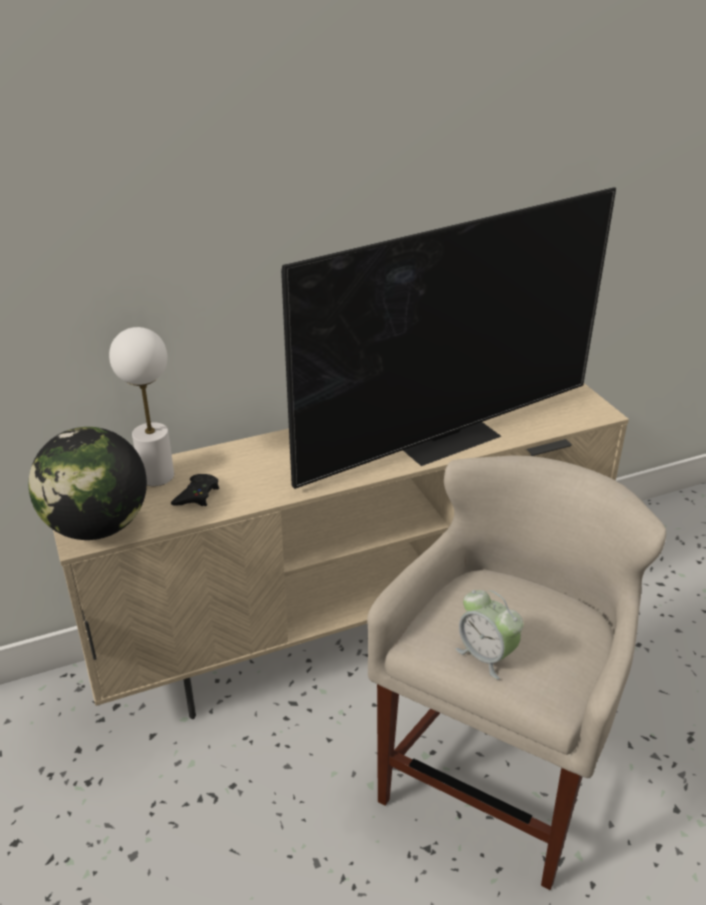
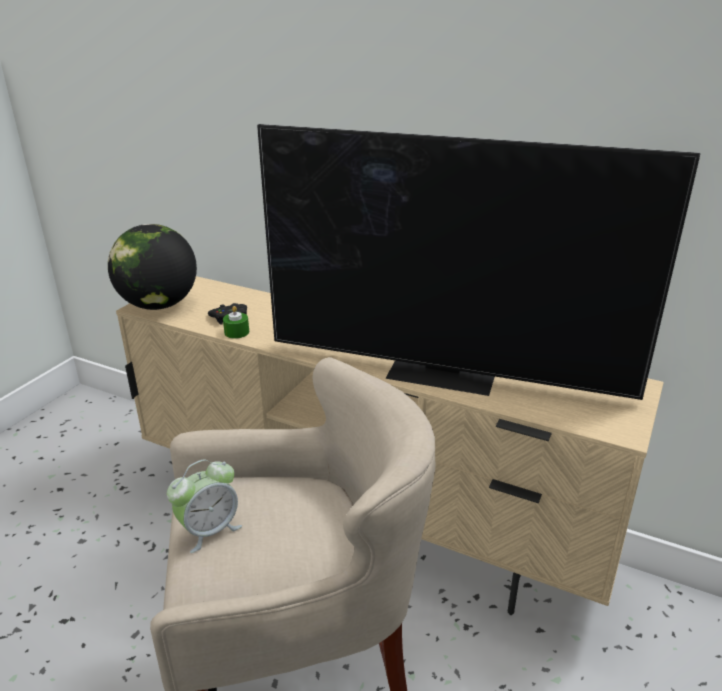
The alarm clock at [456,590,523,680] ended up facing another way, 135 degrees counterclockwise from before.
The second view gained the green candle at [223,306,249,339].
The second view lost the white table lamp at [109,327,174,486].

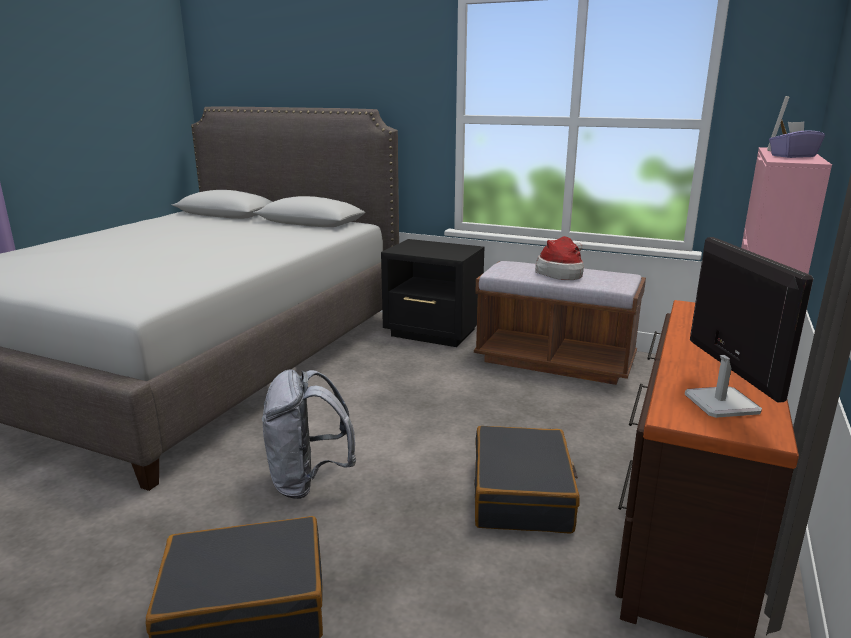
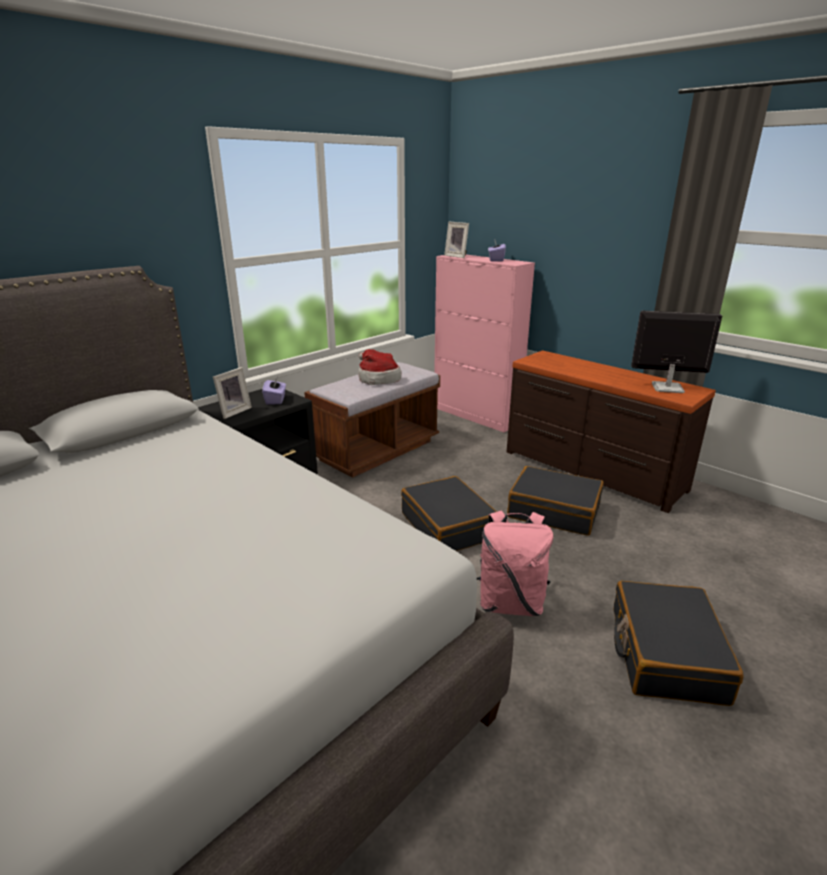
The second view gained the picture frame at [213,367,252,419].
The second view gained the purple tissue box at [262,377,286,405].
The second view gained the black suitcase at [401,476,497,551].
What was the grey backpack at [262,369,356,499] turned into the pink backpack at [477,511,553,616].

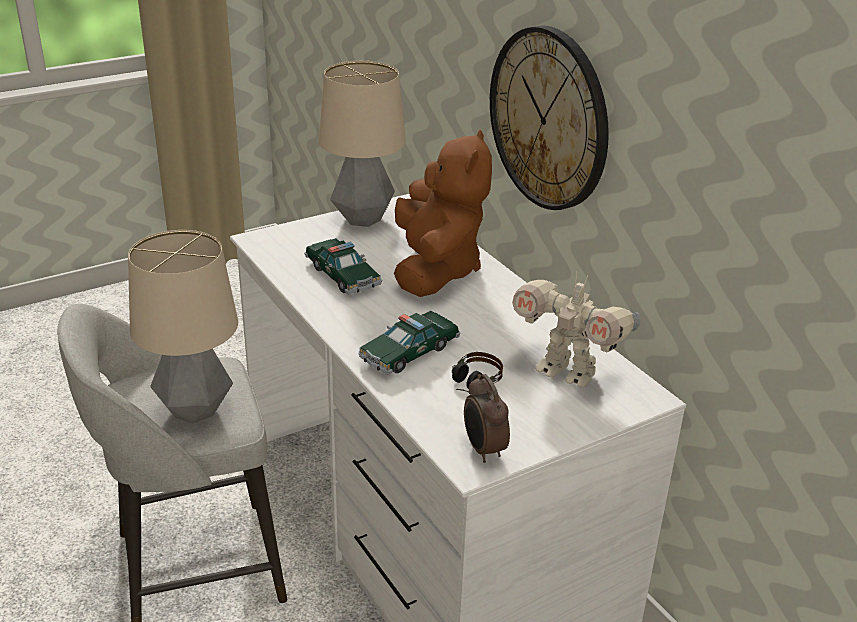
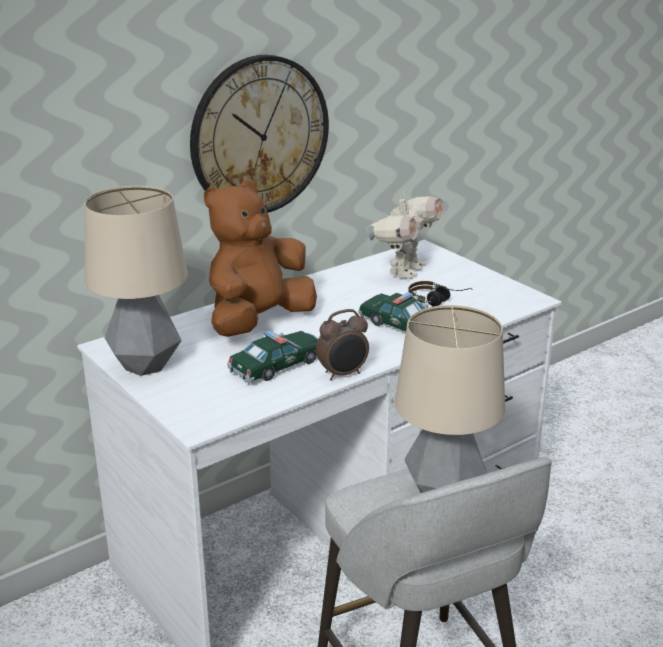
The brown plush toy at [394,129,492,297] ended up facing another way, 45 degrees counterclockwise from before.
The alarm clock ended up elsewhere, having gone from [464,374,510,463] to [316,309,369,380].

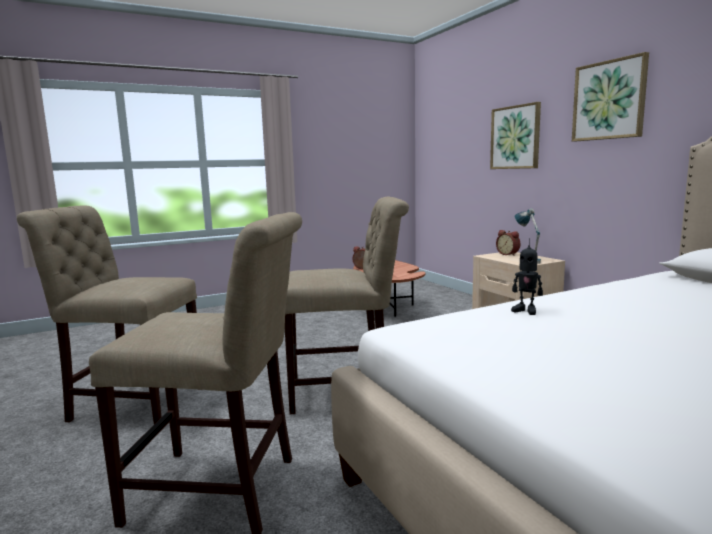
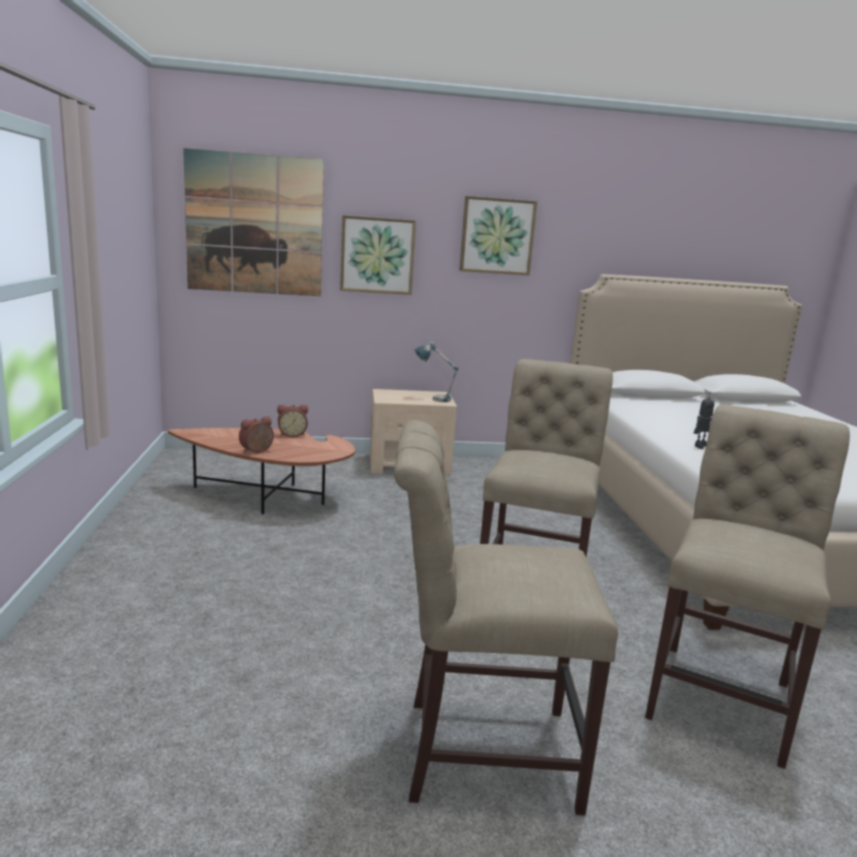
The second view gained the picture at [183,148,324,296].
The alarm clock ended up elsewhere, having gone from [496,230,521,256] to [277,405,308,437].
The beige chair at [17,205,199,424] ended up facing another way, 60 degrees clockwise from before.

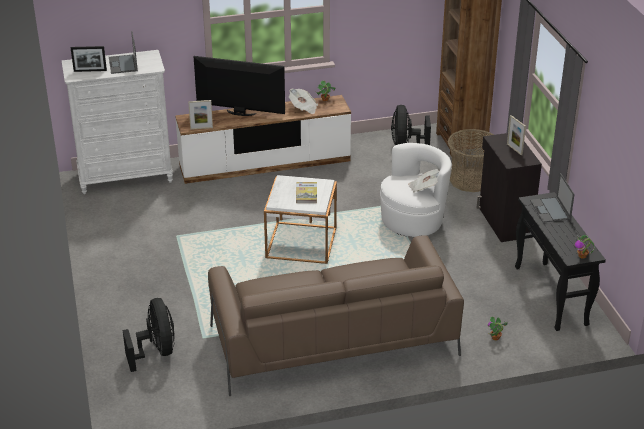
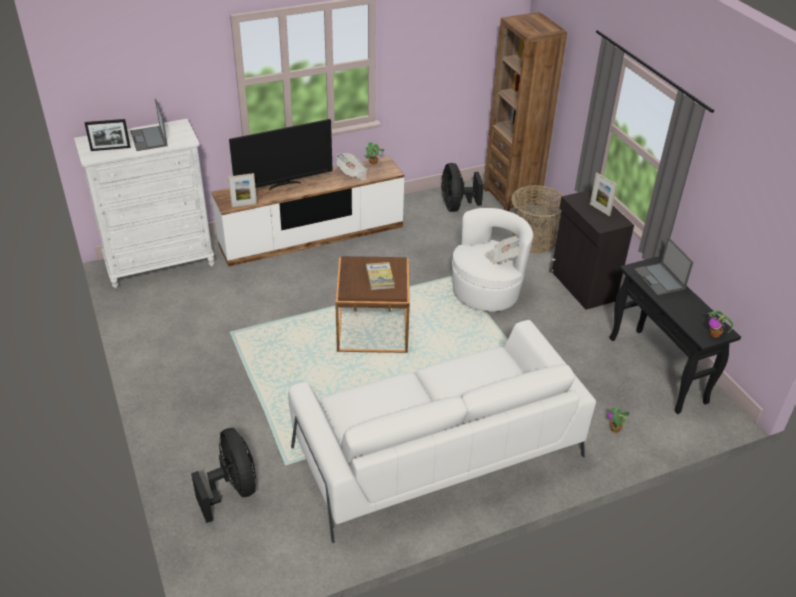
The television at [194,56,285,116] ended up facing another way, 150 degrees clockwise from before.
What was the brown sofa at [208,235,464,396] turned into the white sofa at [288,320,596,543].
What was the white side table at [264,175,337,264] turned into the brown side table at [335,256,410,353].

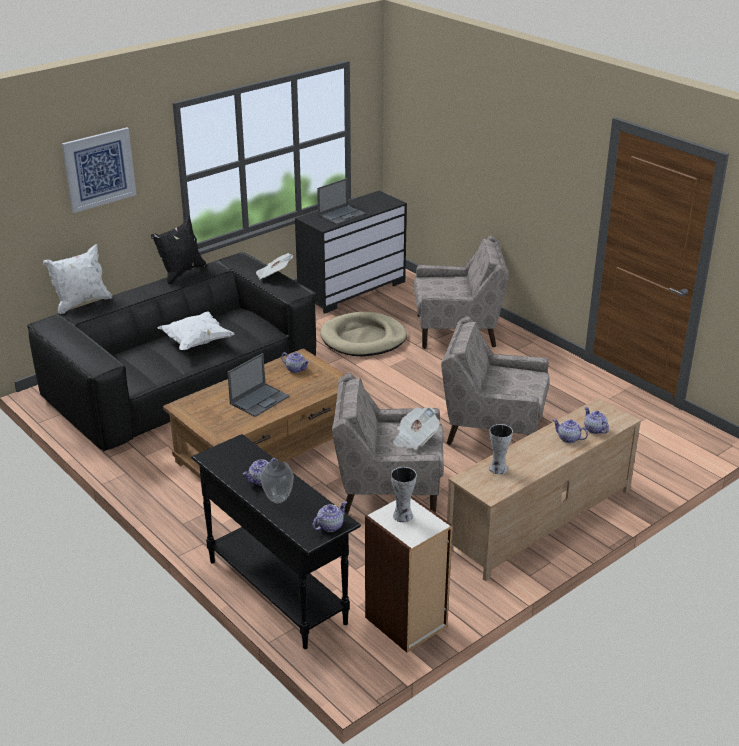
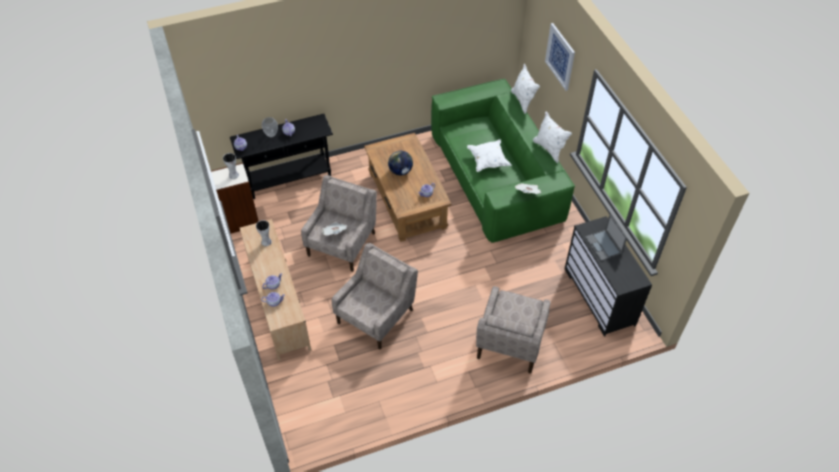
Where the laptop stood at [227,353,290,417], the globe came to stand at [388,151,413,176].
What was the black sofa at [27,252,316,452] turned into the green sofa at [431,79,575,243].
What was the black pillow at [151,216,207,285] turned into the white pillow at [533,111,572,163].
The second view lost the beige dog bed at [320,312,407,356].

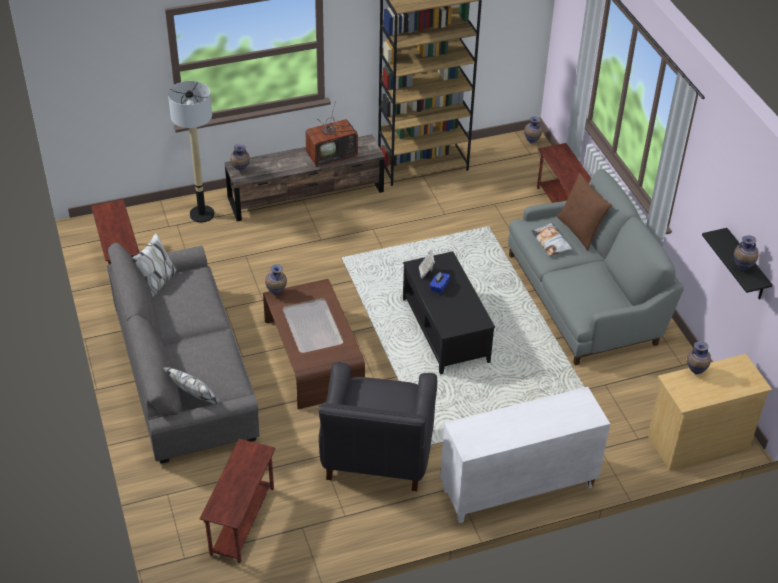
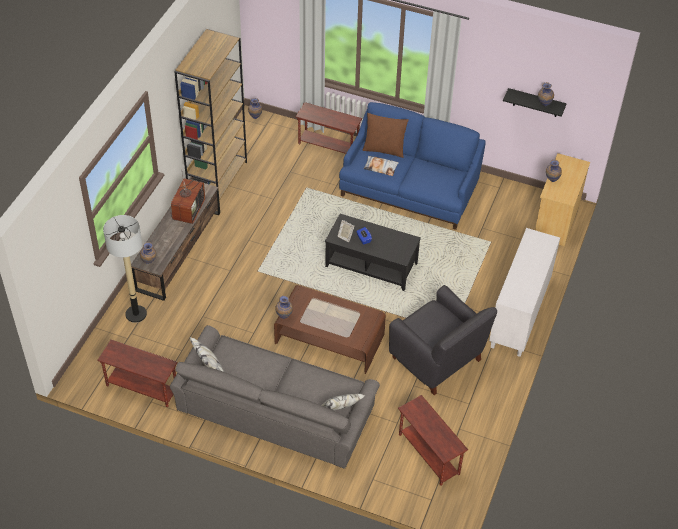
What was the grey sofa at [508,169,684,365] turned into the blue sofa at [339,102,486,230].

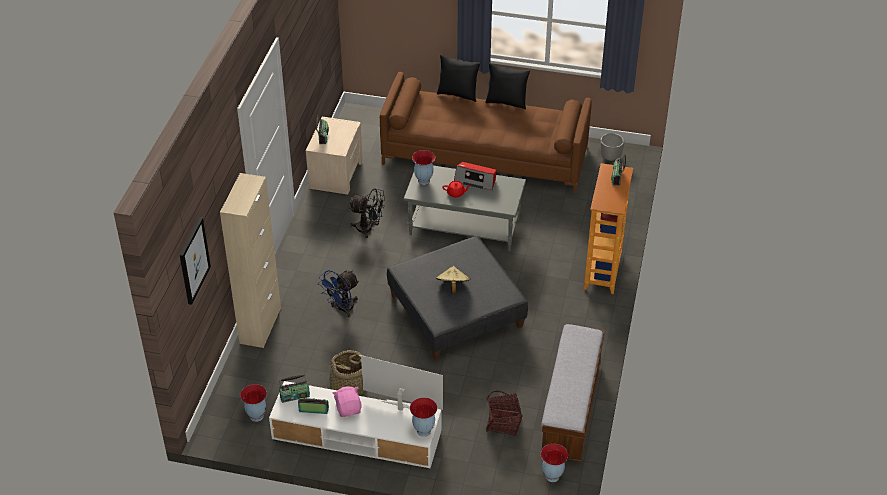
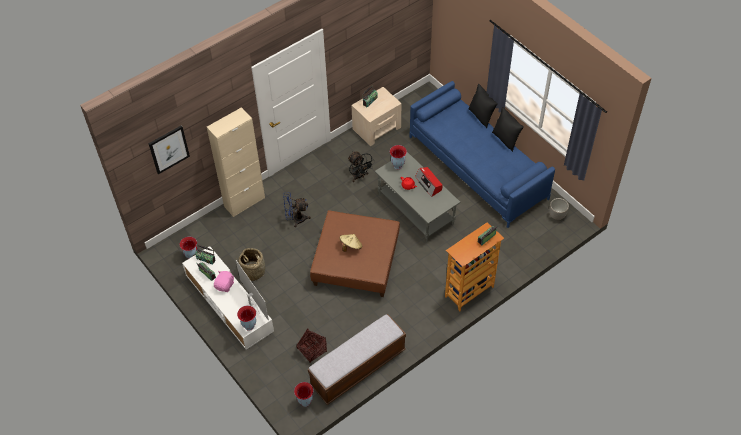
What was the grey ottoman at [387,236,528,360] turned into the brown ottoman at [310,210,400,297].
What was the brown sofa at [380,72,592,194] turned into the blue sofa at [410,81,555,228].

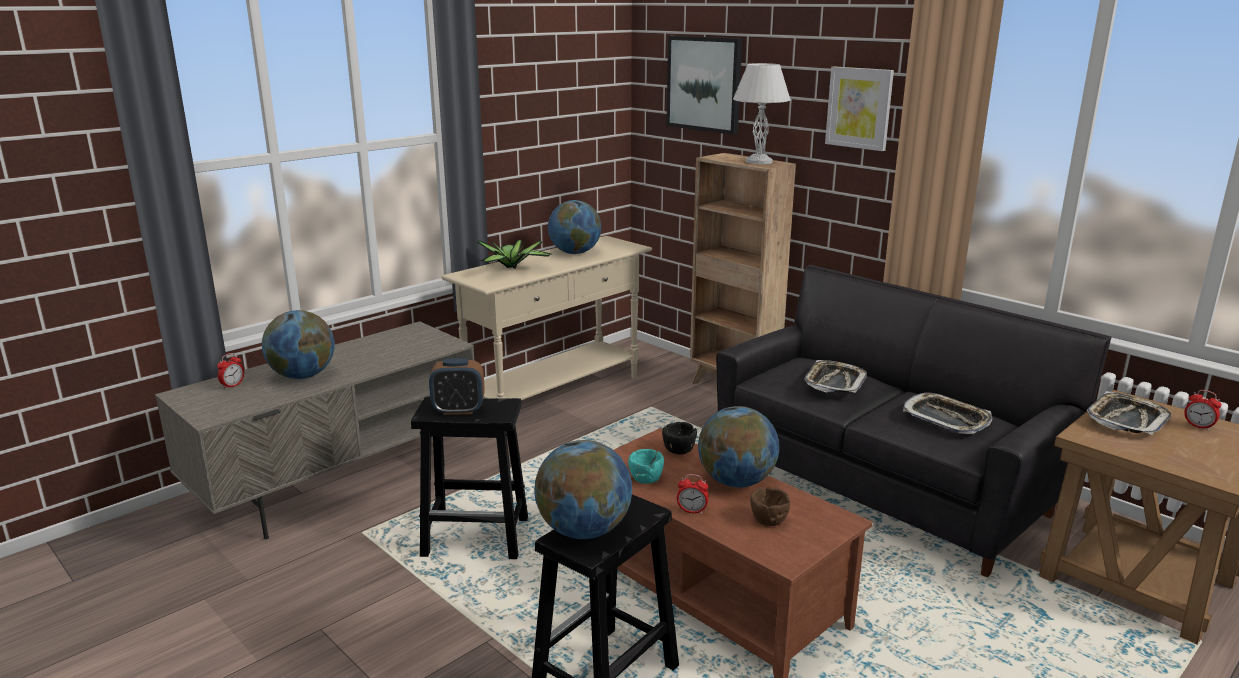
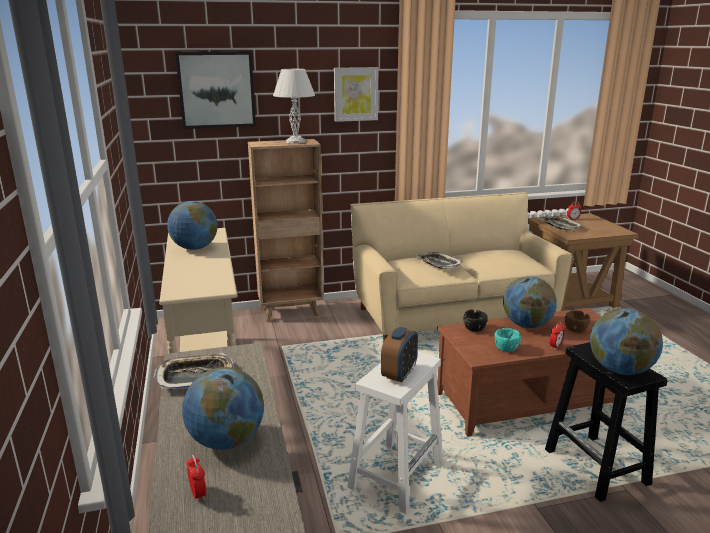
The tray ended up elsewhere, having gone from [903,393,993,434] to [154,353,234,390].
What was the black stool at [411,397,528,559] turned into the white stool at [348,352,443,514].
What was the black sofa at [716,265,1111,577] turned into the beige sofa at [351,192,573,342].
The second view lost the potted plant at [477,240,551,269].

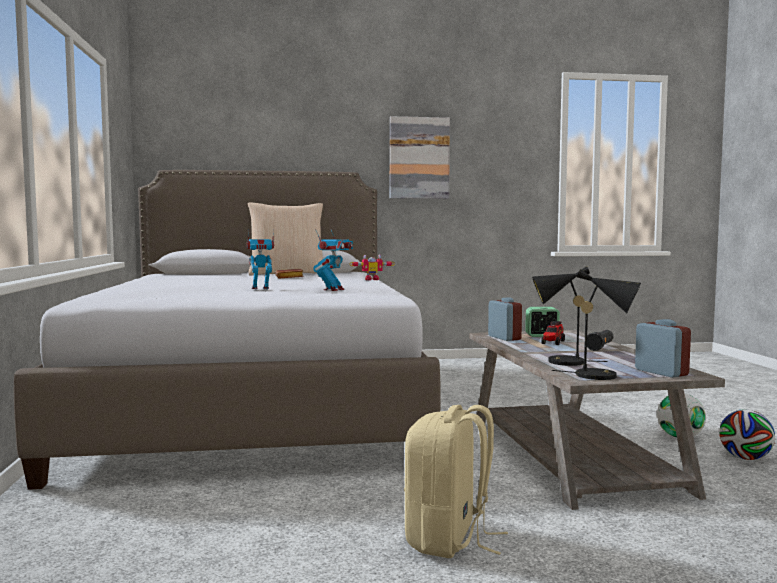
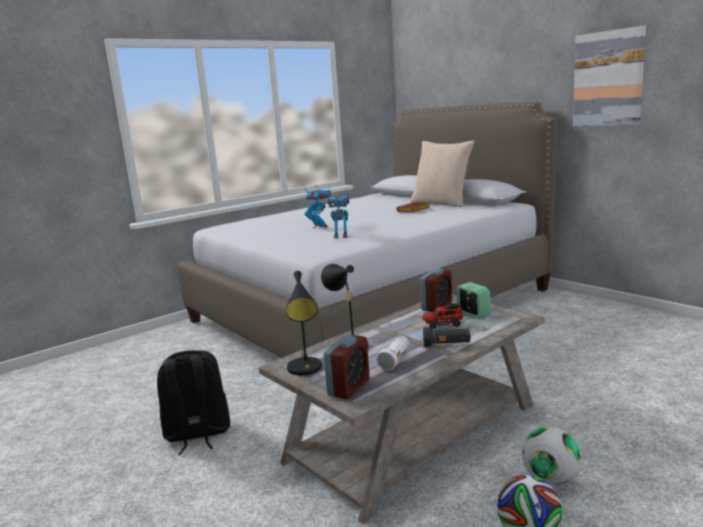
What was the beige backpack at [404,405,508,558] turned into the black backpack at [157,350,230,455].
The second view gained the white flashlight at [376,336,409,371].
The second view lost the toy robot at [349,254,395,280].

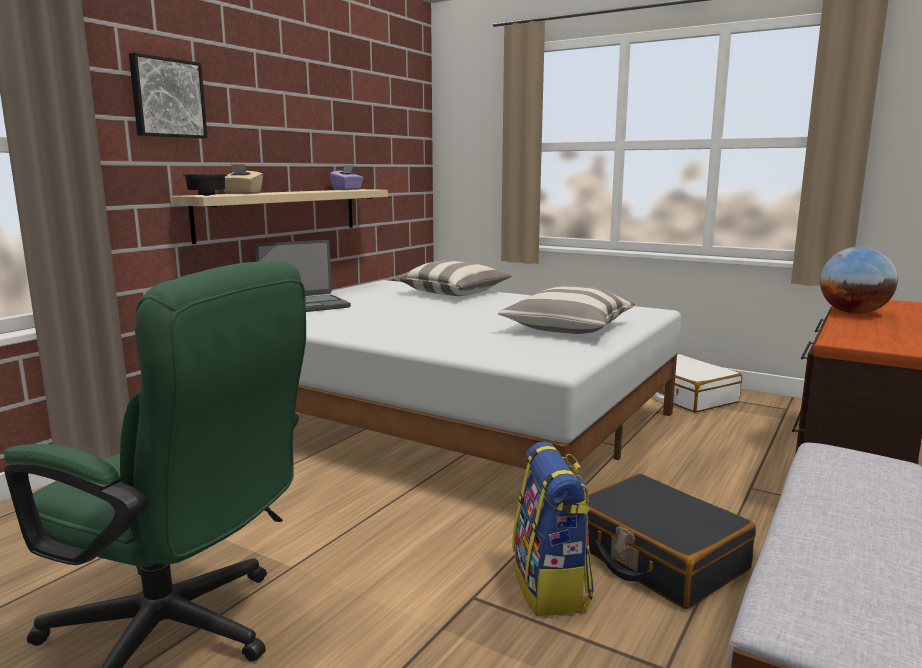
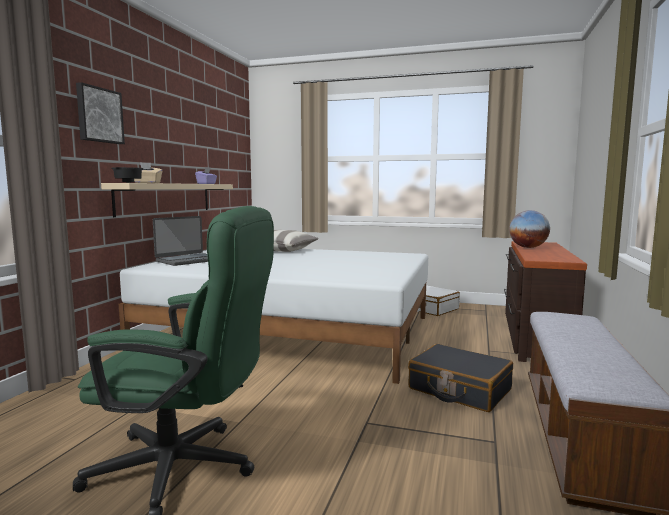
The second view lost the pillow at [498,286,635,334].
The second view lost the backpack at [512,442,594,616].

